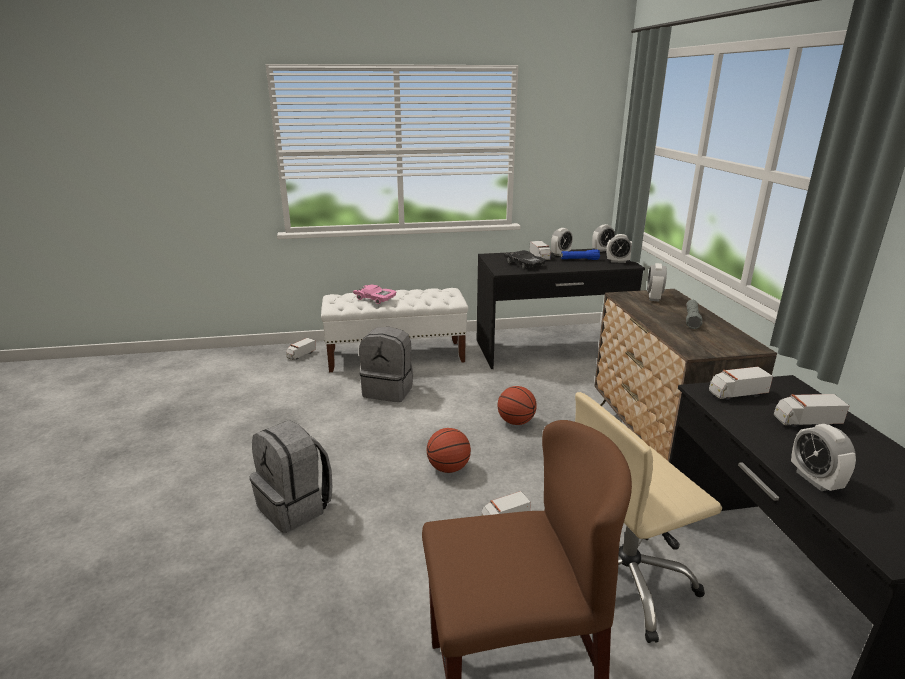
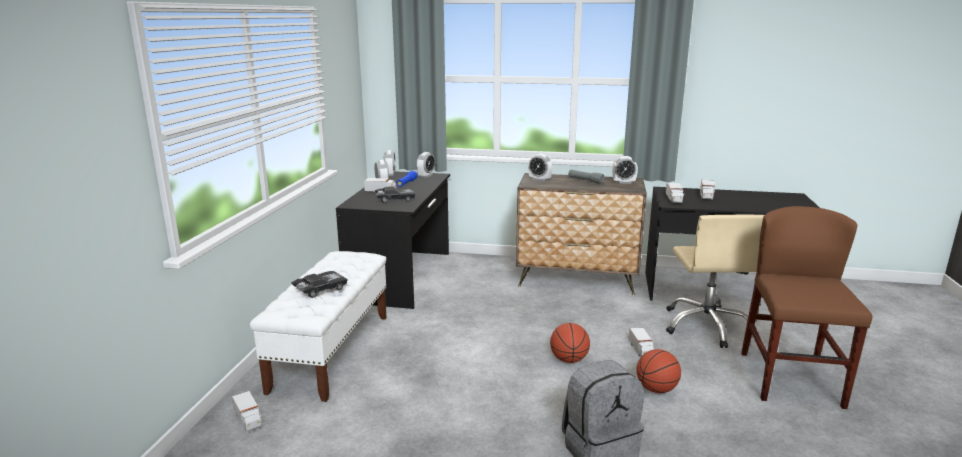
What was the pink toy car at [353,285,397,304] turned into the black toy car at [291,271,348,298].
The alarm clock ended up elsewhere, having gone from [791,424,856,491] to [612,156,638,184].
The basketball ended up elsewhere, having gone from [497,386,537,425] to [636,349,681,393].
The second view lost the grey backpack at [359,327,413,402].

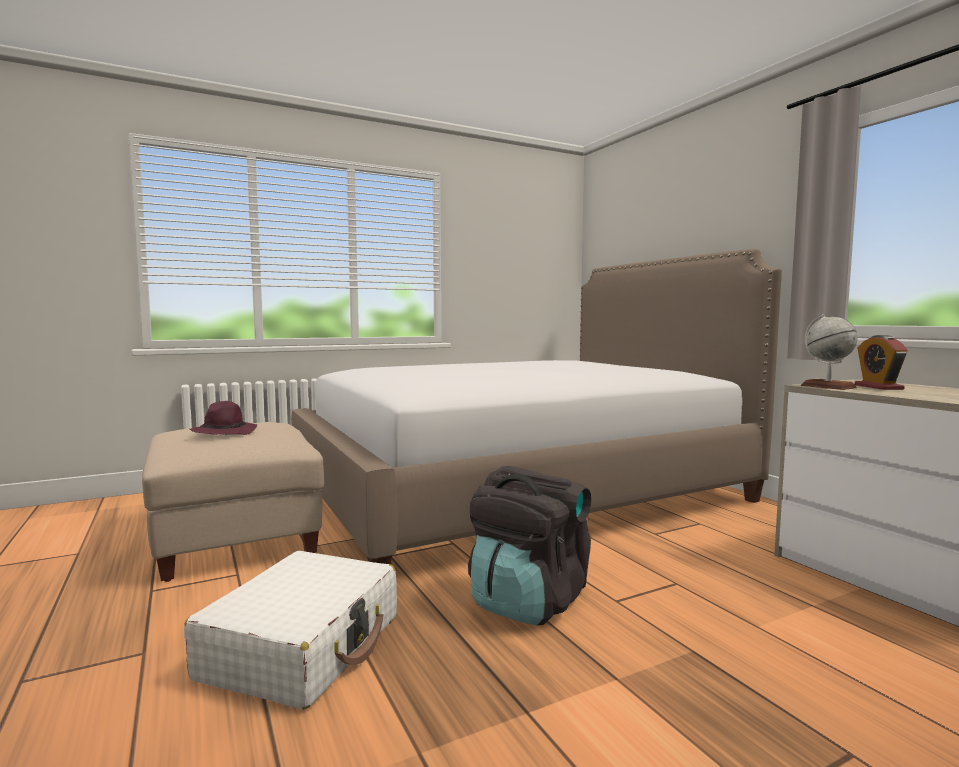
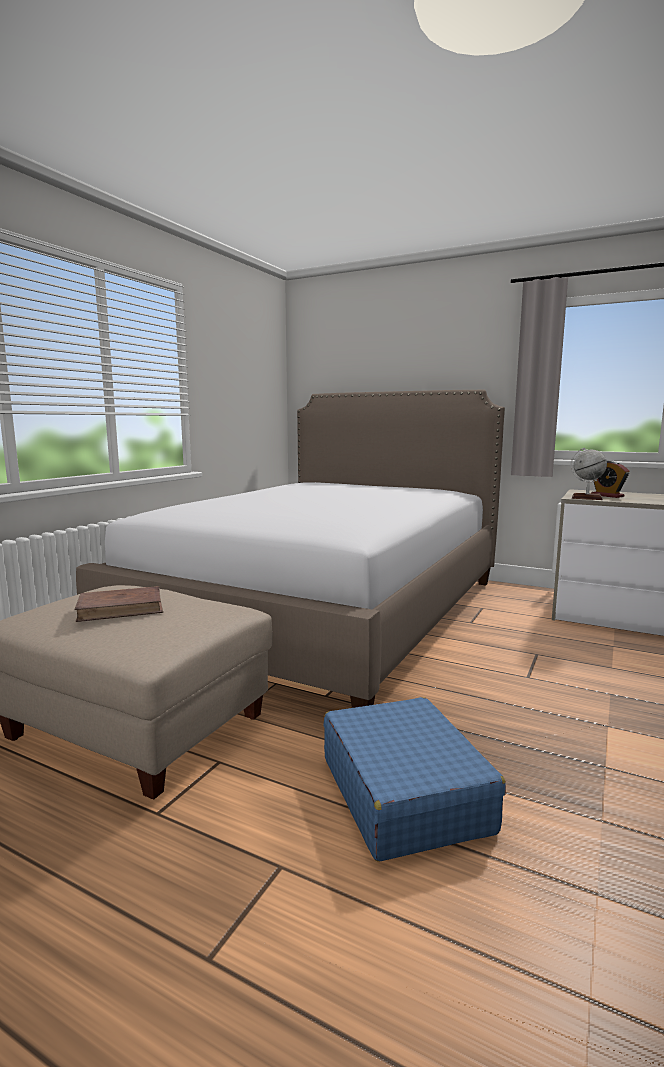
Where the purple hat stood at [190,401,257,435], the brown book came to stand at [75,586,163,622].
What was the white suitcase at [184,551,397,710] turned into the blue suitcase at [324,697,506,862].
The second view lost the black backpack at [468,466,591,625].

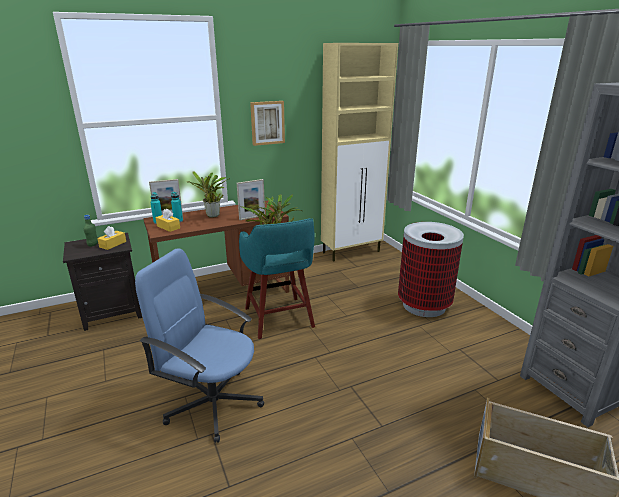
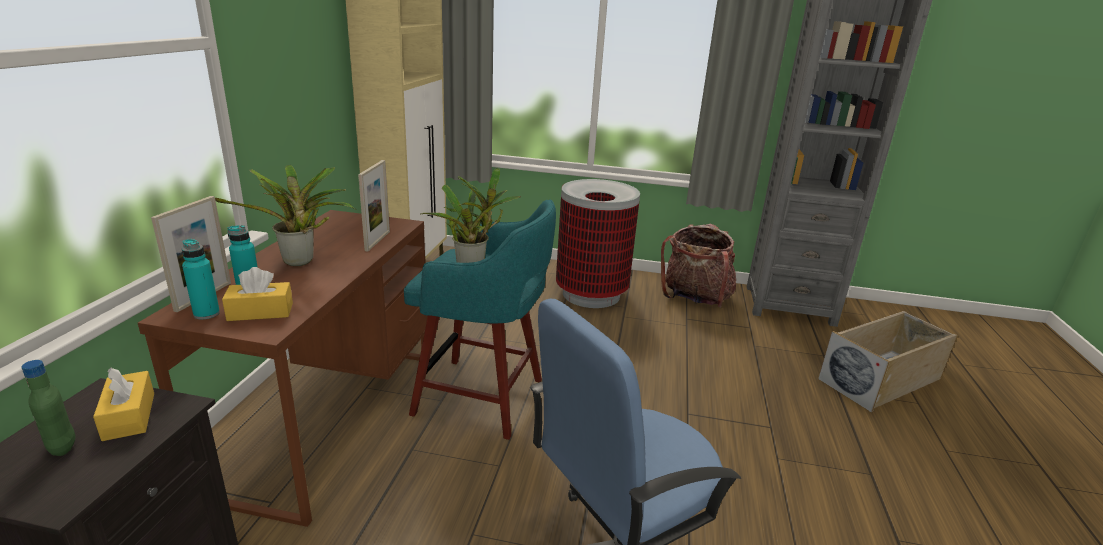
The second view gained the backpack at [661,224,736,308].
The second view lost the picture at [250,101,285,146].

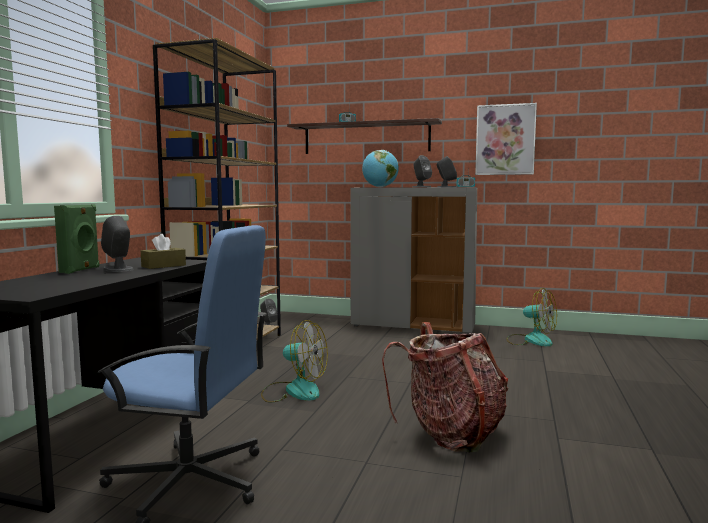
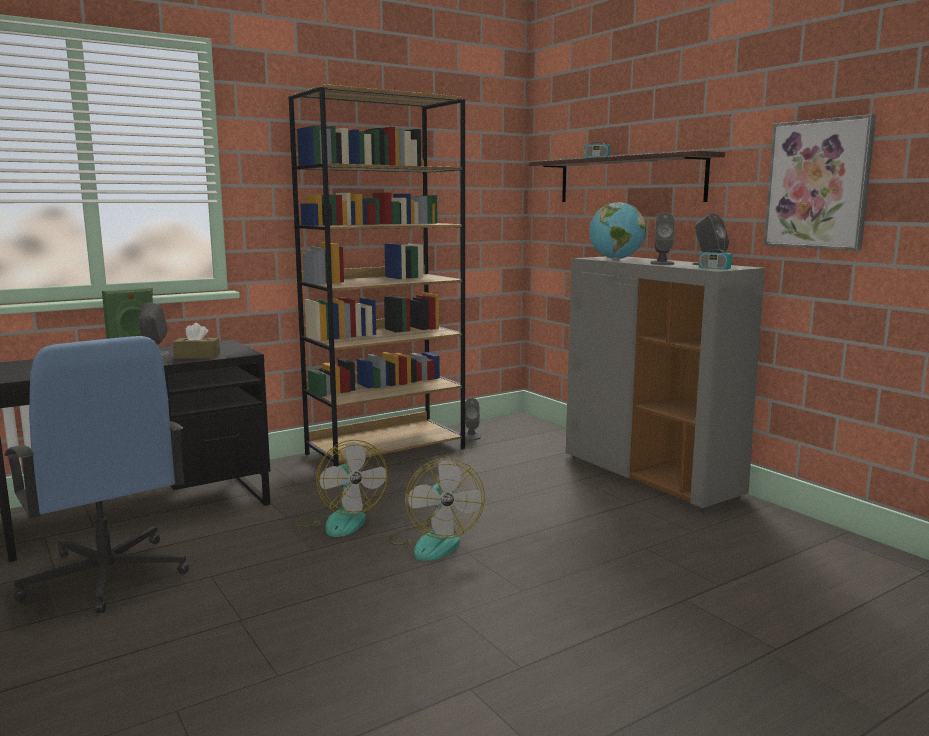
The fan ended up elsewhere, having gone from [506,288,557,346] to [387,458,485,561].
The second view lost the backpack at [382,322,509,452].

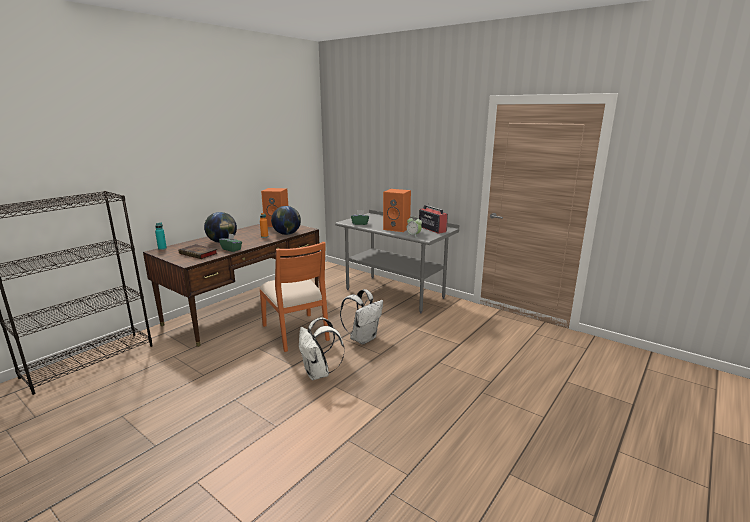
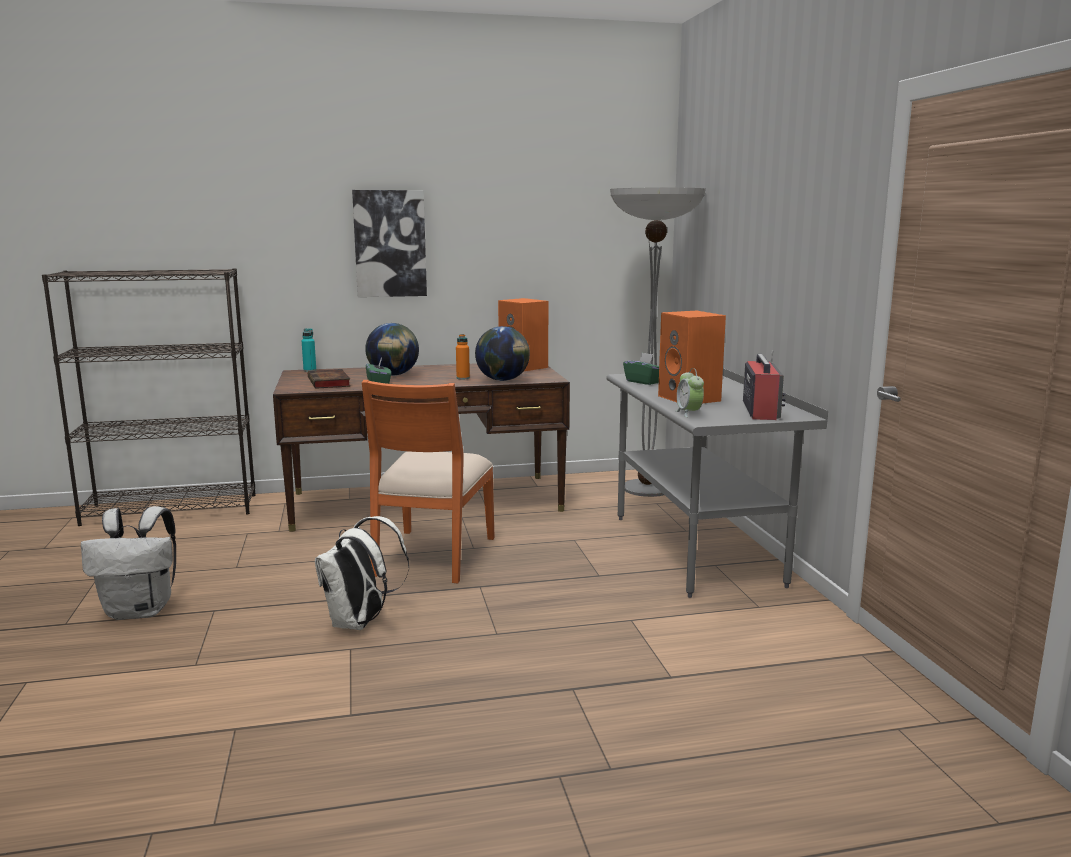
The white backpack ended up elsewhere, having gone from [340,289,383,344] to [81,506,176,620].
The second view gained the picture at [352,190,427,297].
The second view gained the floor lamp at [610,187,706,497].

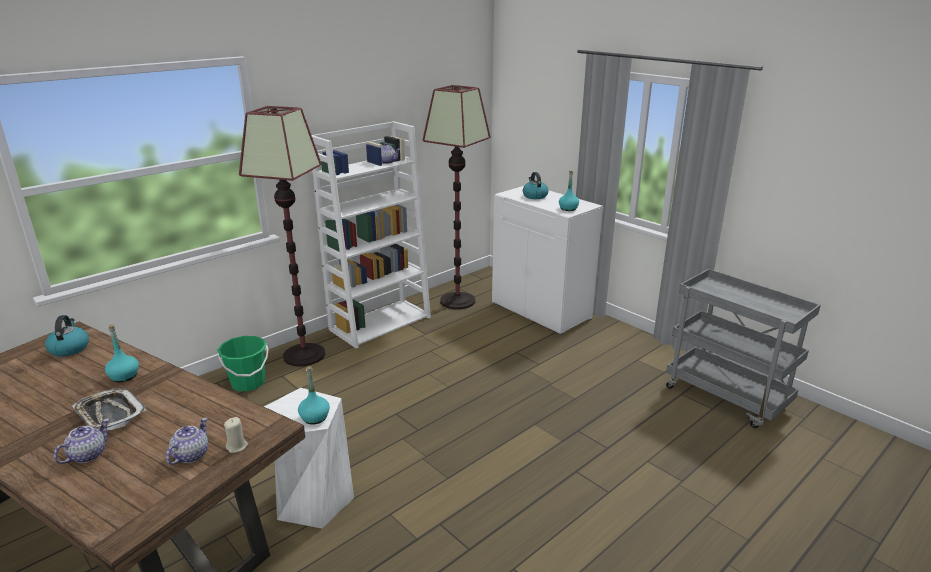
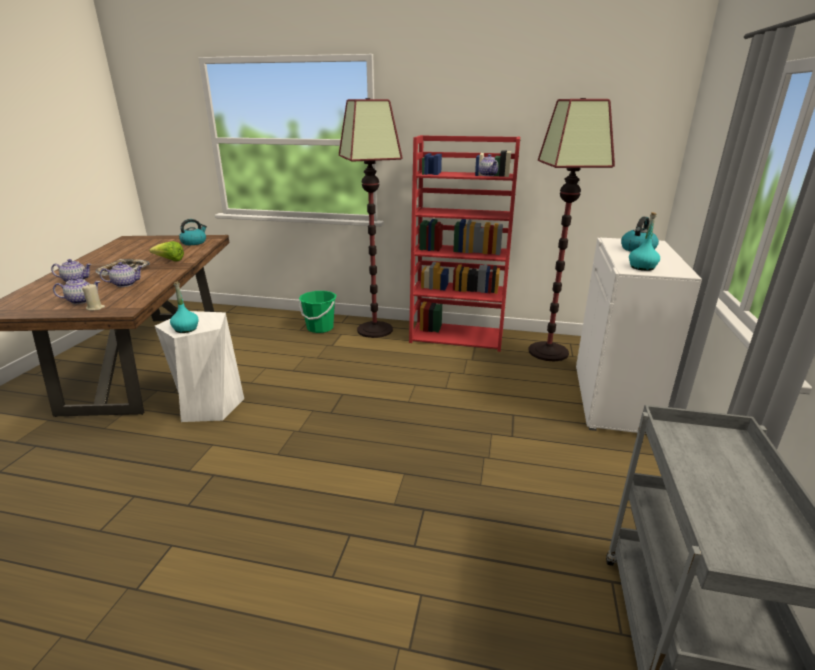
The second view gained the teapot at [100,262,143,287].
Where the turquoise bottle stood at [105,324,139,383], the lettuce came to stand at [149,241,184,261].
What was the white bookcase at [312,121,431,349] turned into the red bookcase at [409,135,520,352].

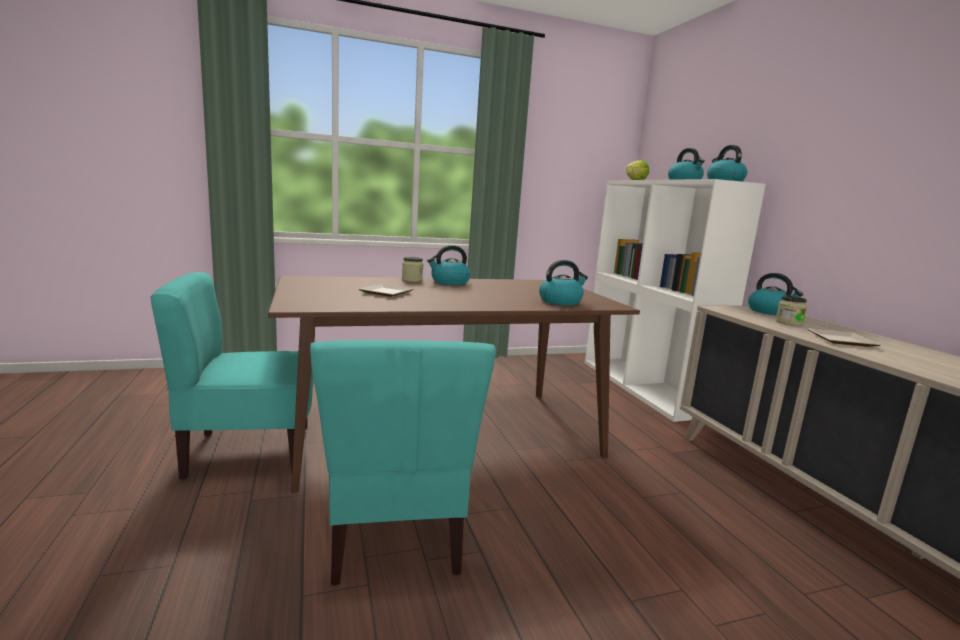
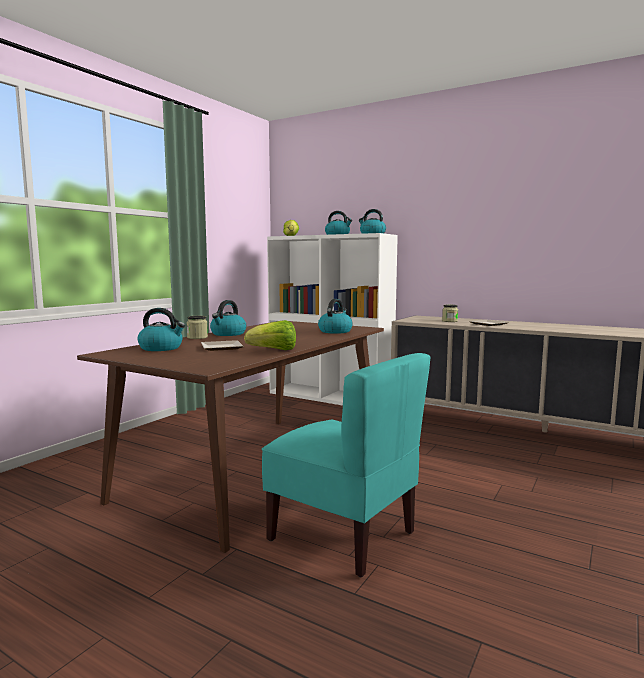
The kettle ended up elsewhere, having gone from [748,273,803,315] to [137,308,185,351].
The second view gained the lettuce at [244,320,296,350].
The second view lost the turquoise chair at [150,272,313,480].

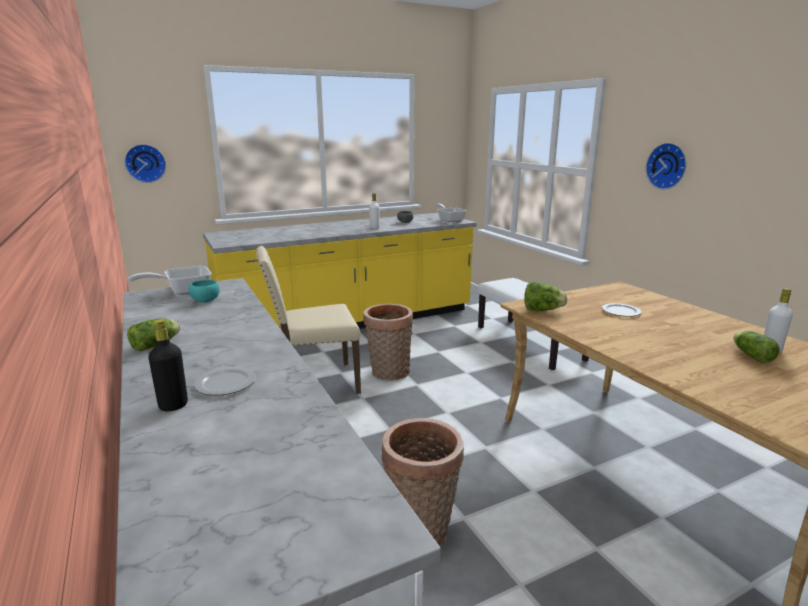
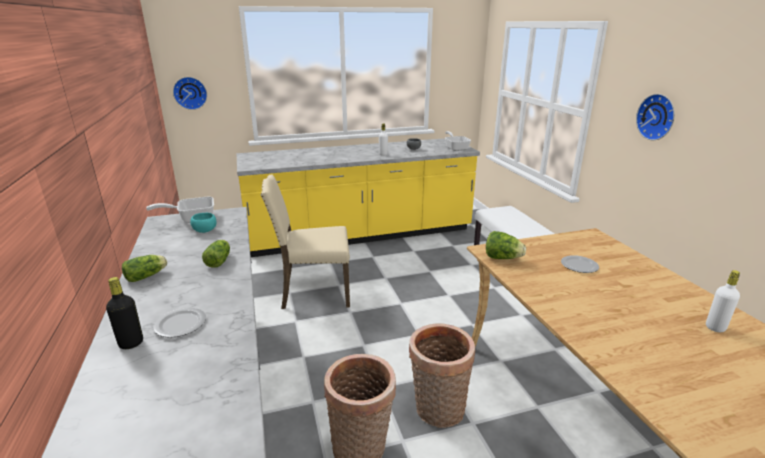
The lettuce ended up elsewhere, having gone from [734,331,780,363] to [202,240,230,268].
The basket ended up elsewhere, having gone from [363,303,413,381] to [409,323,475,428].

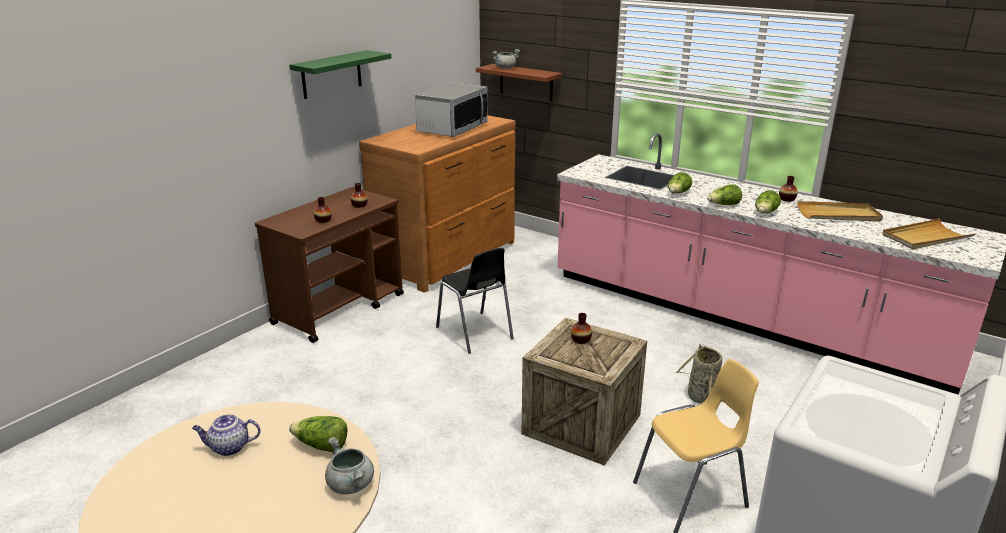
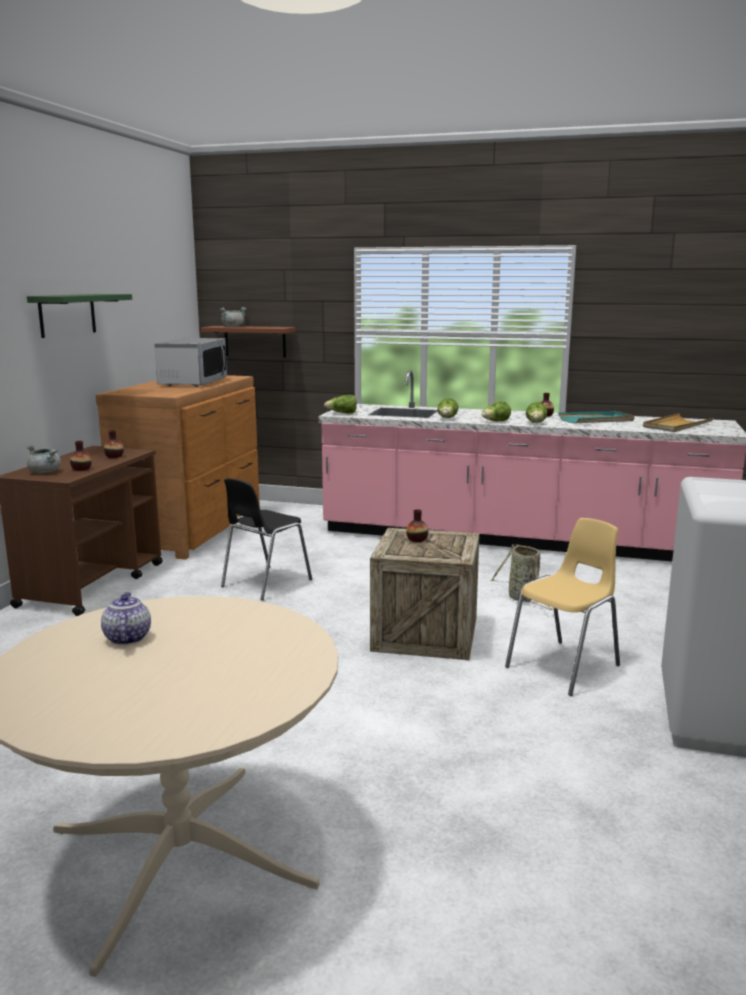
The grey cooking pot ended up elsewhere, having gone from [325,437,374,494] to [26,444,61,473].
The teapot at [192,414,261,456] ended up facing another way, 105 degrees clockwise from before.
The black chair at [436,248,514,354] ended up facing another way, 90 degrees clockwise from before.
The lettuce ended up elsewhere, having gone from [289,416,348,452] to [324,395,357,413].
What was the beige tray at [797,201,883,222] turned into the turquoise tray at [558,411,635,423].

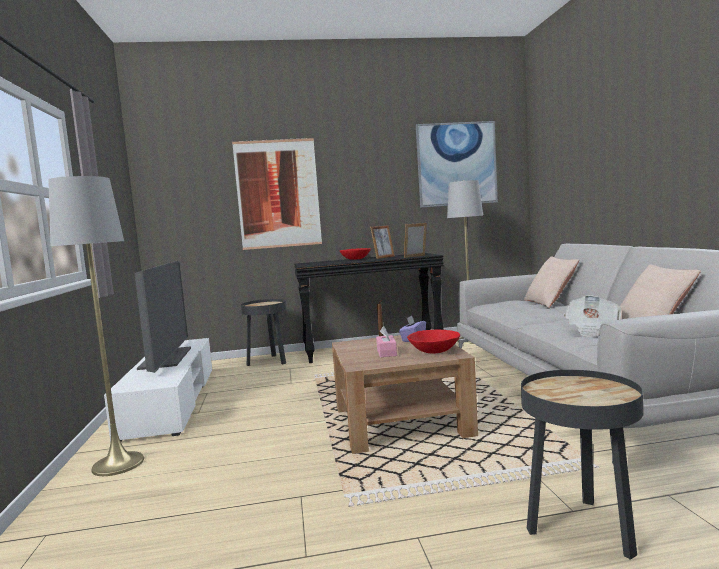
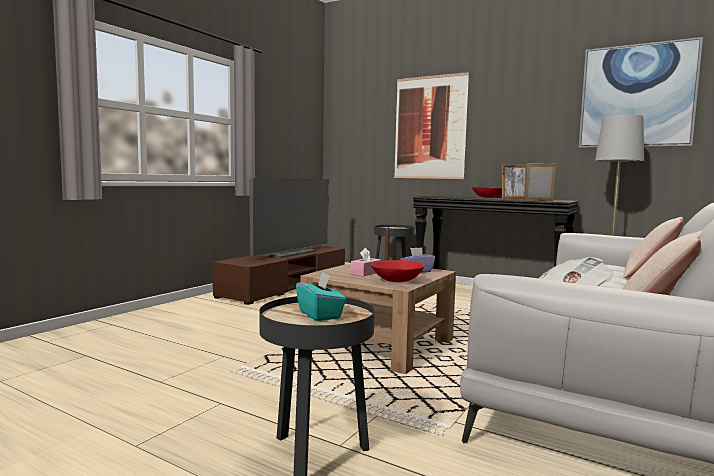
What was the white tv stand at [104,338,212,441] turned into the brown tv stand at [212,246,345,305].
The second view gained the turquoise tissue box at [296,272,346,321].
The second view lost the grey floor lamp at [48,176,144,476].

